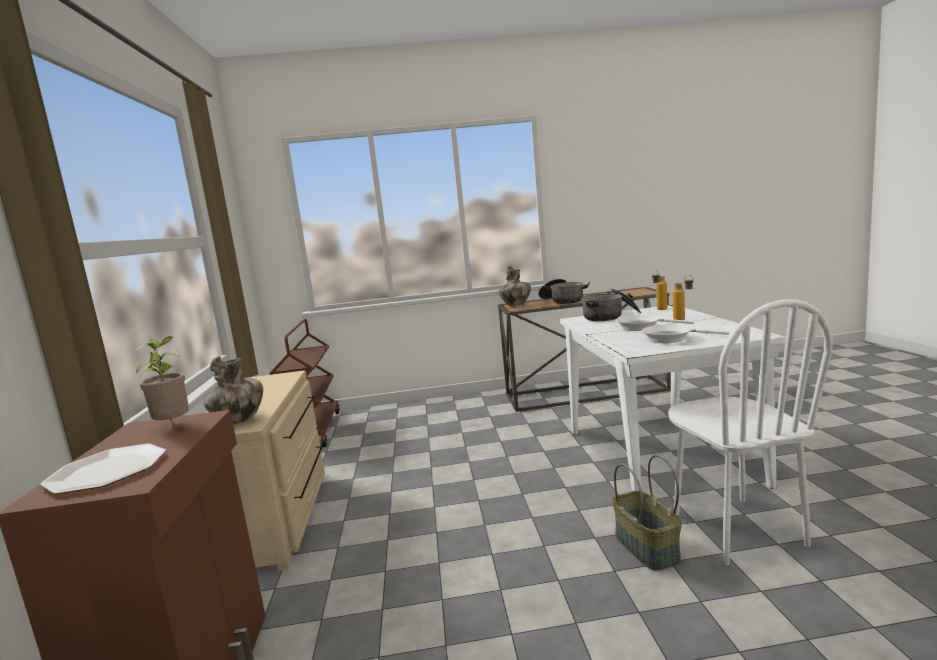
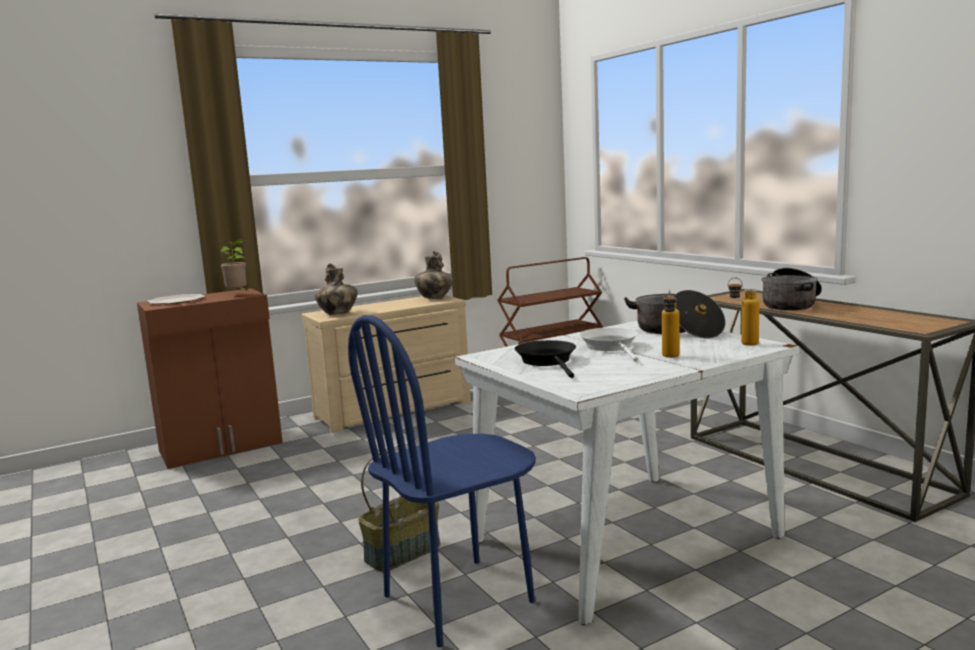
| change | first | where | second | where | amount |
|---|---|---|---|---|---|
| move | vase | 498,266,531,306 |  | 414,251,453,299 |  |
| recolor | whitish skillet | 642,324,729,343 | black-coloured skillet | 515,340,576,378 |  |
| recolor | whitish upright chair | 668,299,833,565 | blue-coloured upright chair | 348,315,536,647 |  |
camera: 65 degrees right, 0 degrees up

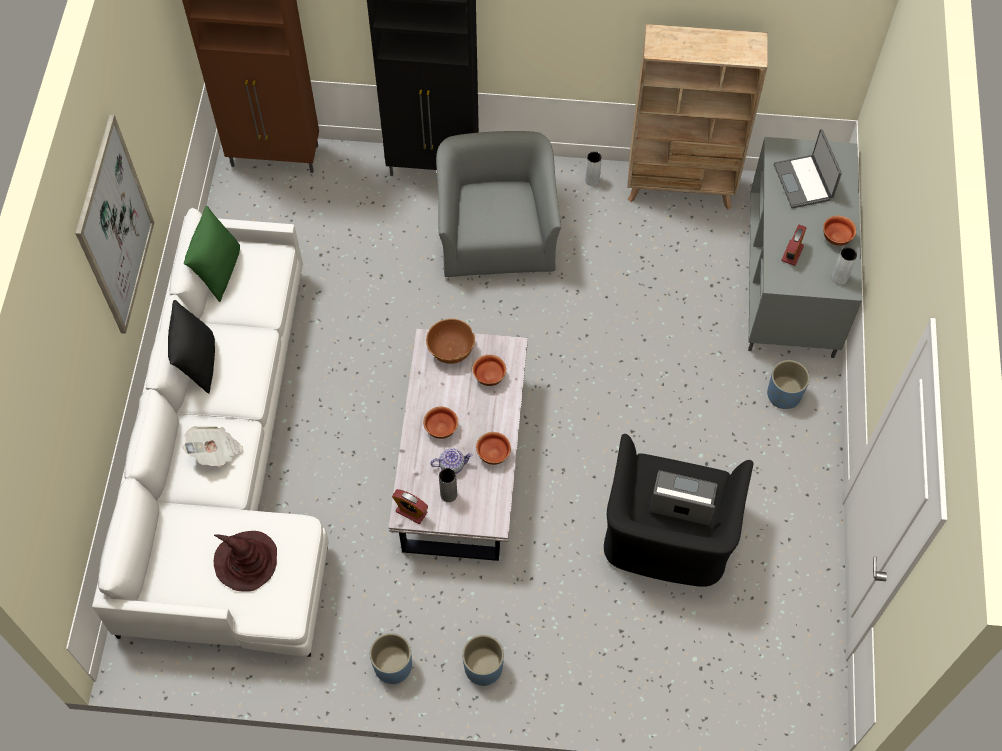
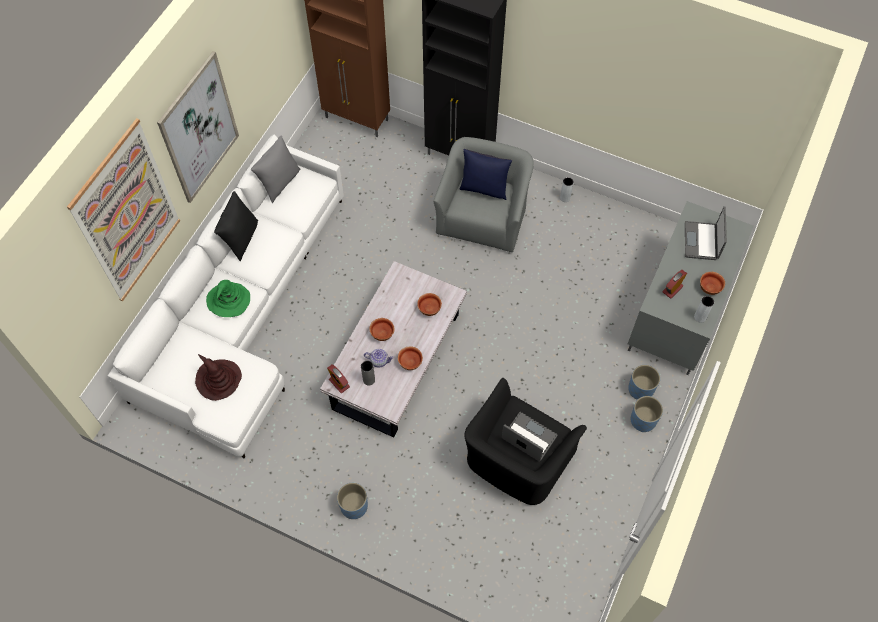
| change | first | where | second | where | amount |
|---|---|---|---|---|---|
| replace | newspaper | 183,426,243,467 | green-coloured wearable hat | 206,280,250,317 |  |
| recolor | green-coloured throw pillow | 184,206,240,302 | gray throw pillow | 251,136,301,203 |  |
| move | blue-coloured flower pot | 370,633,412,684 |  | 630,396,663,432 |  |
| delete | brownish deep dish | 426,319,475,364 |  |  |  |
| delete | beige bookshelf | 627,24,768,210 |  |  |  |
| insert |  |  | picture | 67,118,180,302 |  |
| insert |  |  | blue-coloured throw pillow | 460,149,512,200 |  |
camera: 20 degrees right, 0 degrees up

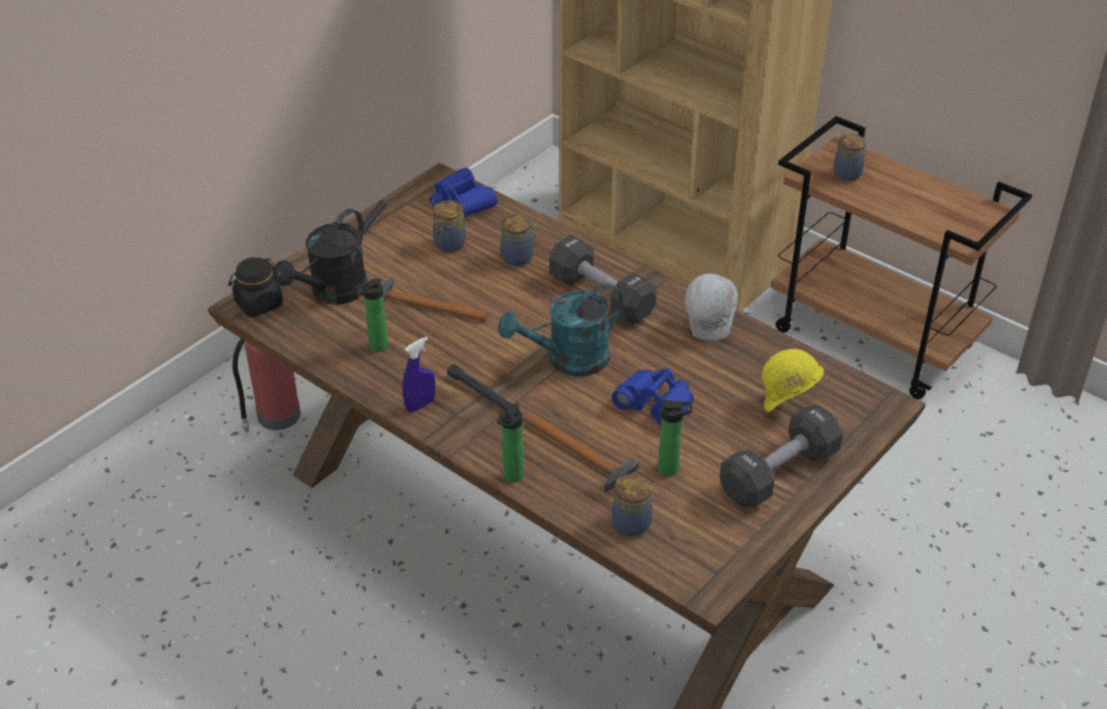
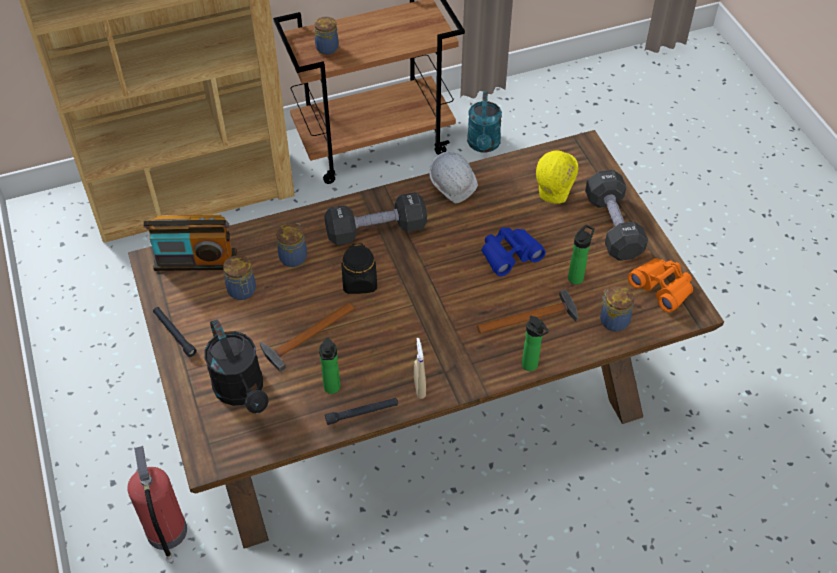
| change | first | where | second | where | amount |
|---|---|---|---|---|---|
| move | black-coloured storage jar | 228,257,283,317 |  | 342,243,377,294 |  |
| recolor | blue-coloured hand sprayer | 402,337,435,412 | beige hand sprayer | 414,338,426,399 |  |
| replace | blue-coloured binoculars | 430,168,498,217 | radio set | 143,215,237,271 |  |
| move | black-coloured hand torch | 447,364,513,409 |  | 325,398,398,425 |  |
| move | turquoise-coloured watering can | 498,283,623,376 |  | 467,91,502,153 |  |
| insert |  |  | orange binoculars | 628,258,693,312 |  |
camera: 60 degrees left, 10 degrees up

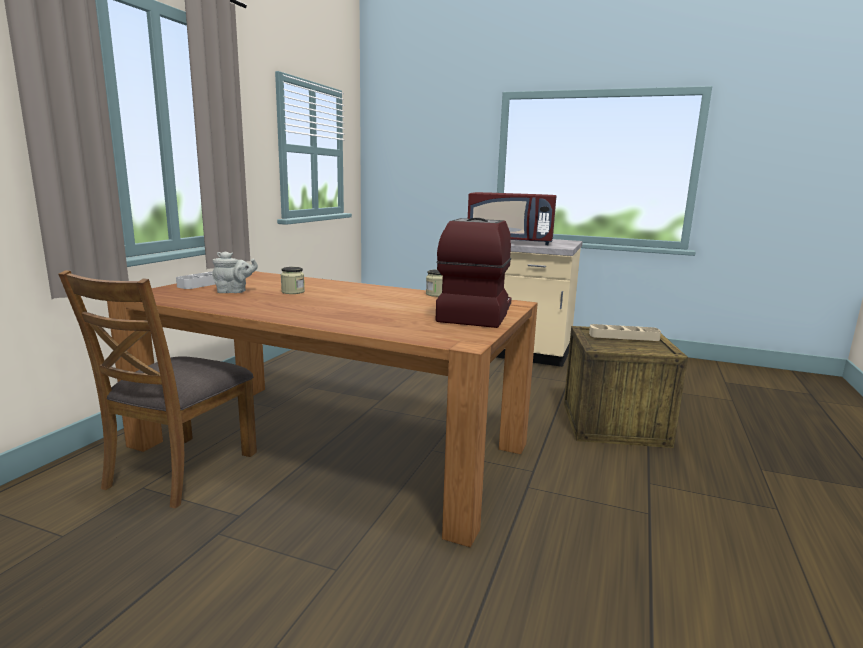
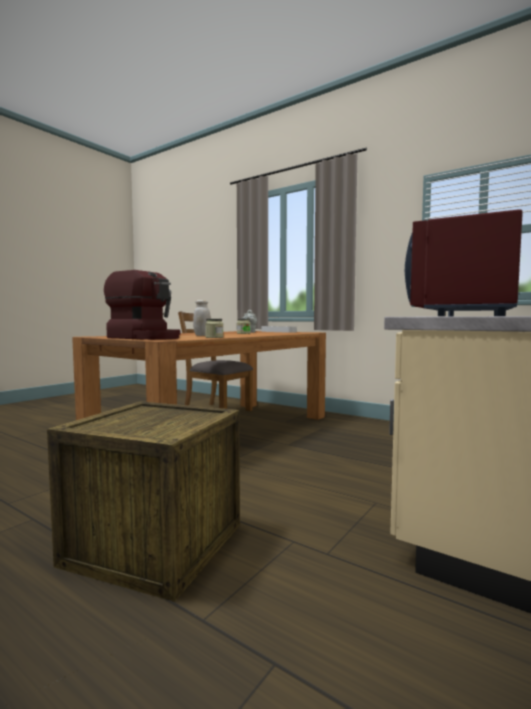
| change | first | where | second | where | amount |
|---|---|---|---|---|---|
| delete | beige tray | 589,324,661,341 |  |  |  |
| insert |  |  | whitish storage jar | 193,300,211,336 |  |
camera: 105 degrees right, 10 degrees down

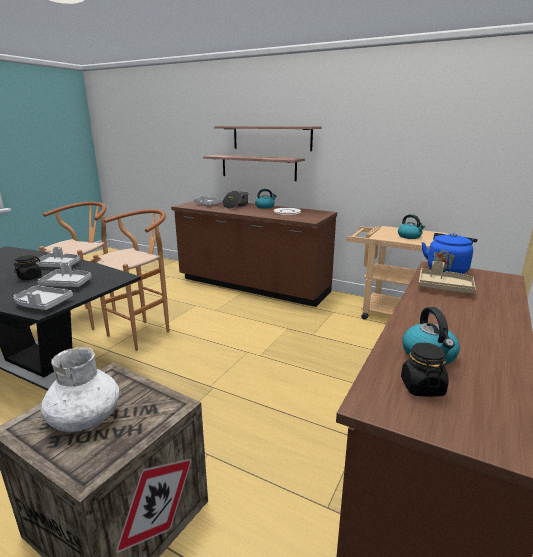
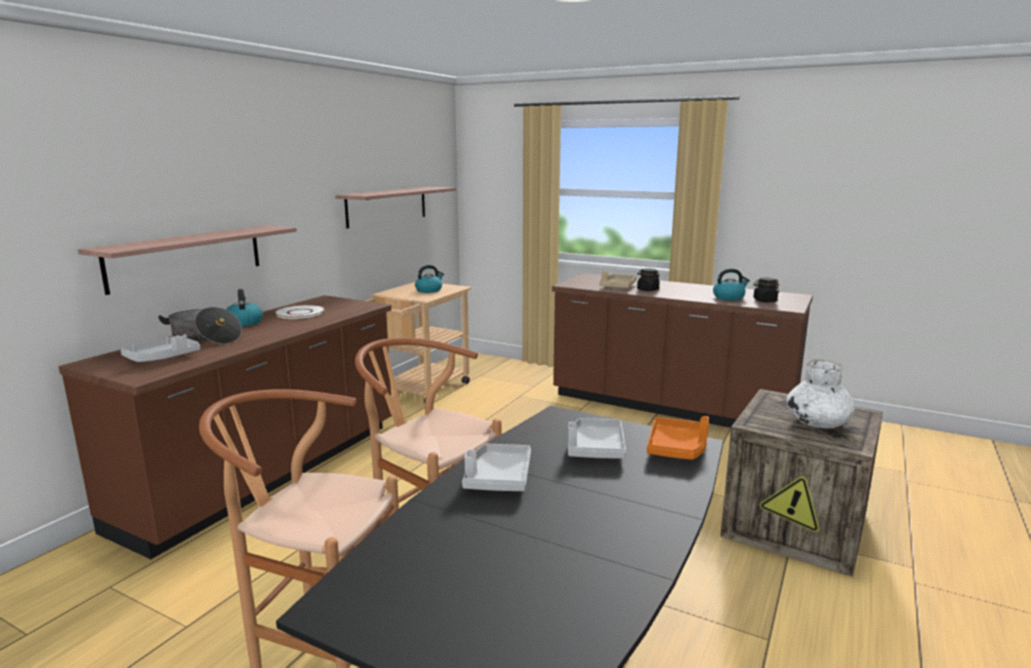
| change | first | where | second | where | amount |
|---|---|---|---|---|---|
| recolor | gray tray | 13,285,73,310 | orange tray | 647,416,709,460 |  |
| move | black-coloured storage jar | 14,255,42,280 |  | 637,268,660,291 |  |
| move | shelf | 214,126,321,151 |  | 335,187,455,228 |  |
| delete | blue-coloured tea kettle | 421,233,477,274 |  |  |  |
camera: 90 degrees left, 5 degrees down

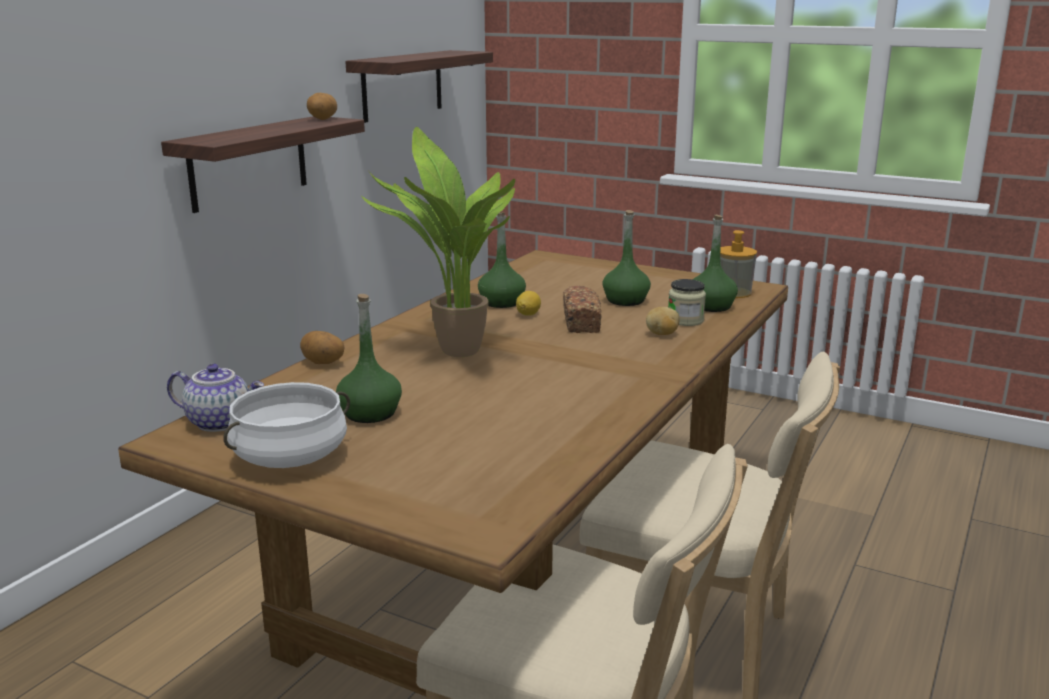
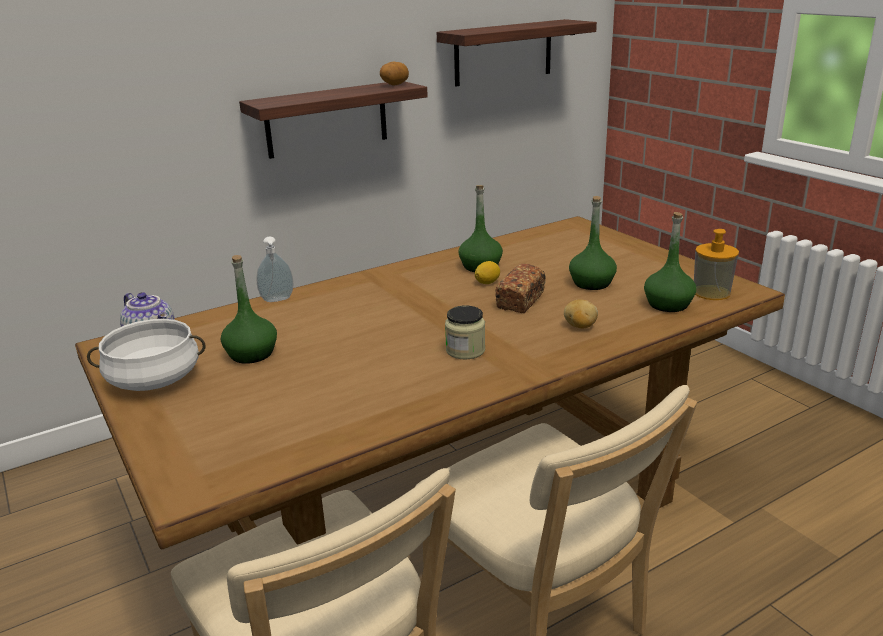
| change | first | where | second | where | amount |
|---|---|---|---|---|---|
| replace | whole potato | 300,331,345,364 | liquid soap bottle | 257,237,294,302 |  |
| delete | potted plant | 361,127,515,357 |  |  |  |
| move | storage jar | 668,279,706,326 |  | 445,305,485,359 |  |
camera: 30 degrees right, 5 degrees up

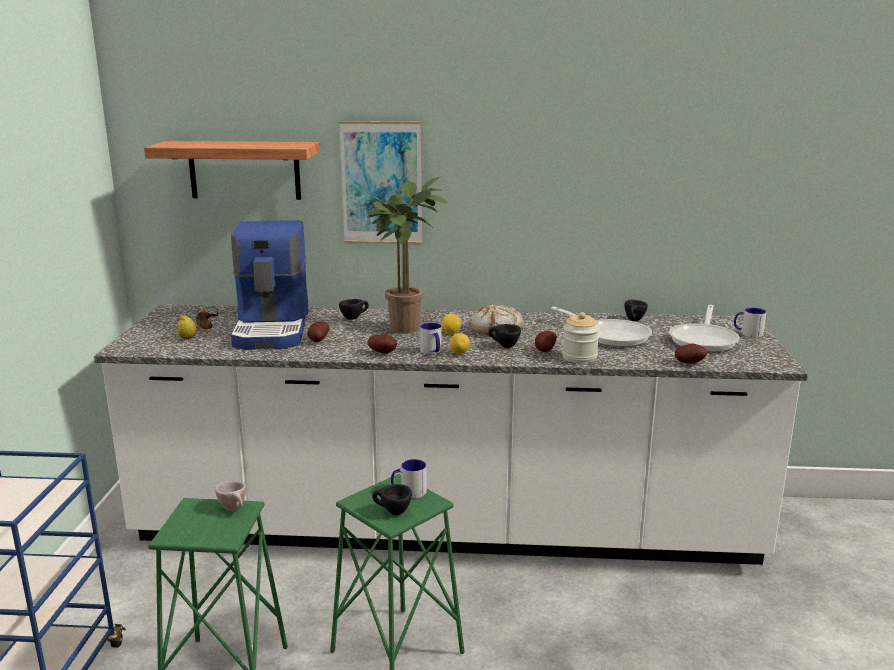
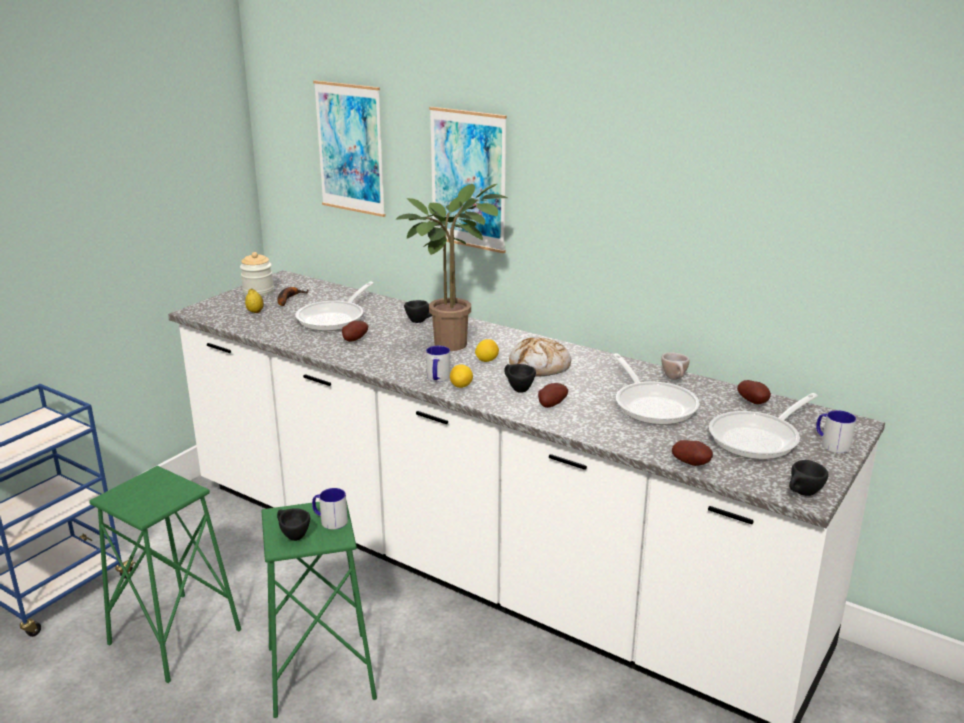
| change | first | where | second | where | amount |
|---|---|---|---|---|---|
| replace | shelf | 144,141,320,200 | picture | 313,80,385,217 |  |
| move | beige drinking cup | 215,481,246,511 |  | 661,352,690,380 |  |
| replace | coffee machine | 231,220,309,350 | skillet | 295,282,374,331 |  |
| move | whole potato | 368,334,397,354 |  | 737,380,771,404 |  |
| move | storage jar | 562,312,599,363 |  | 240,252,274,296 |  |
| move | black-coloured drinking cup | 624,300,648,321 |  | 789,460,829,496 |  |
camera: 30 degrees right, 5 degrees up

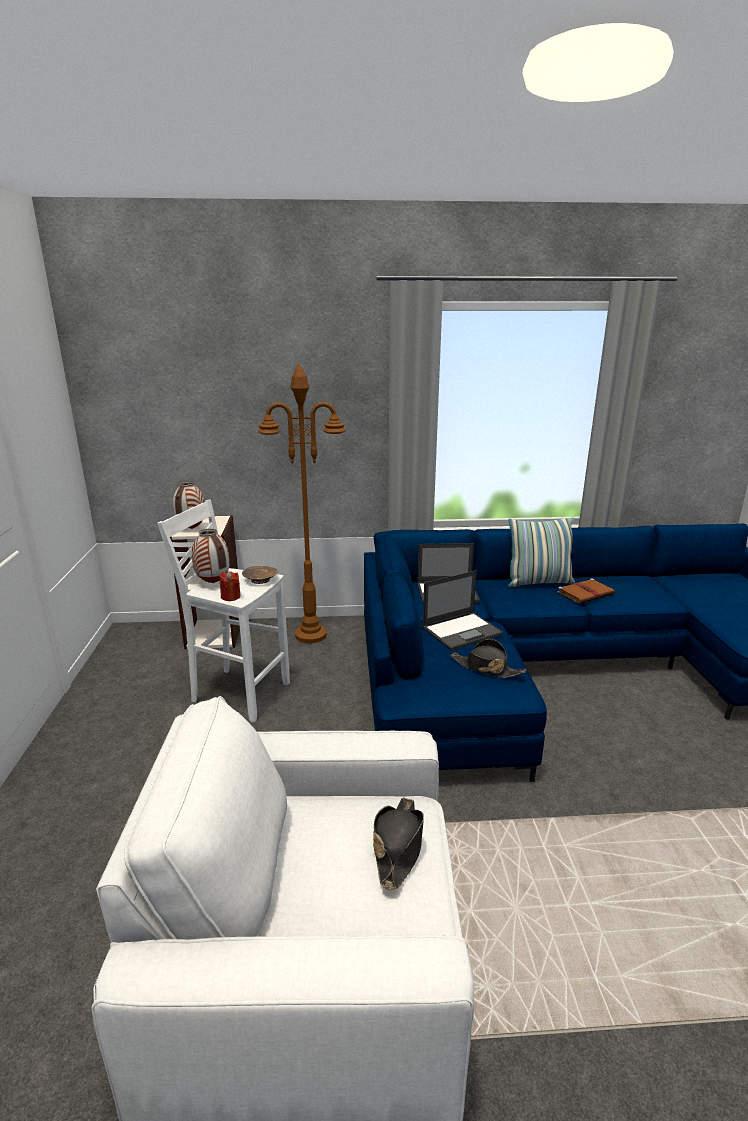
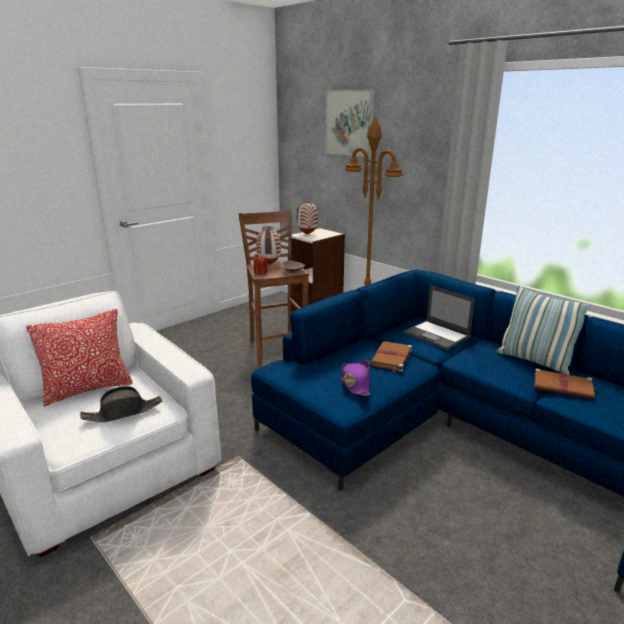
| change | first | where | second | where | amount |
|---|---|---|---|---|---|
| recolor | whitish sitting stool | 157,500,290,722 | brownish sitting stool | 238,210,309,365 |  |
| replace | portable computer | 422,570,503,650 | brownish bound book | 370,341,412,372 |  |
| recolor | black-coloured wearable hat | 451,639,526,678 | purplish wearable hat | 341,360,370,396 |  |
| insert |  |  | throw pillow | 26,309,133,407 |  |
| insert |  |  | picture | 325,89,375,157 |  |
camera: 50 degrees right, 0 degrees up

